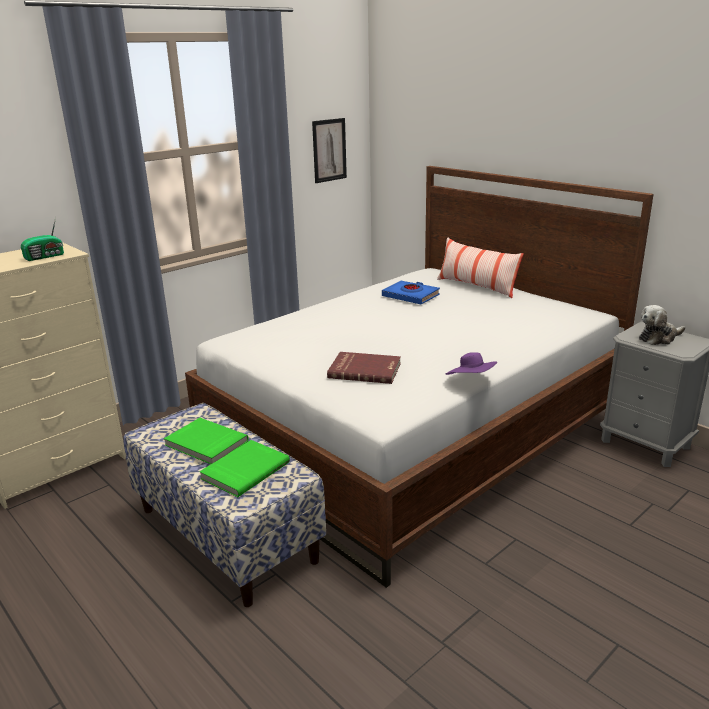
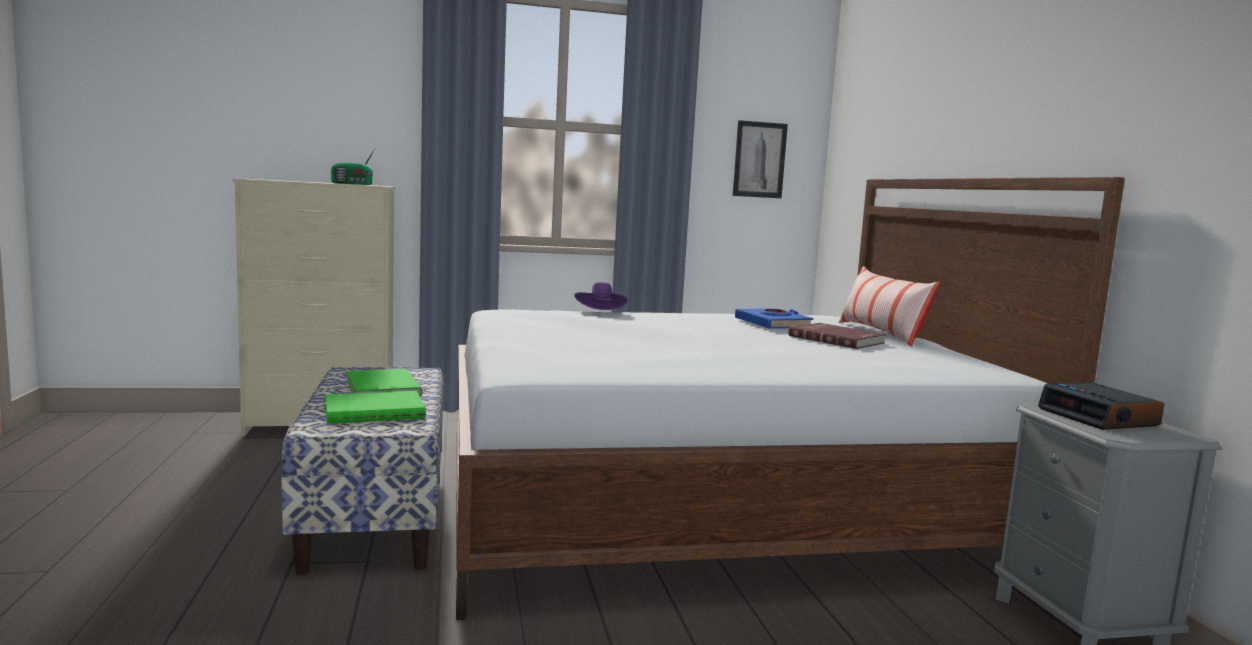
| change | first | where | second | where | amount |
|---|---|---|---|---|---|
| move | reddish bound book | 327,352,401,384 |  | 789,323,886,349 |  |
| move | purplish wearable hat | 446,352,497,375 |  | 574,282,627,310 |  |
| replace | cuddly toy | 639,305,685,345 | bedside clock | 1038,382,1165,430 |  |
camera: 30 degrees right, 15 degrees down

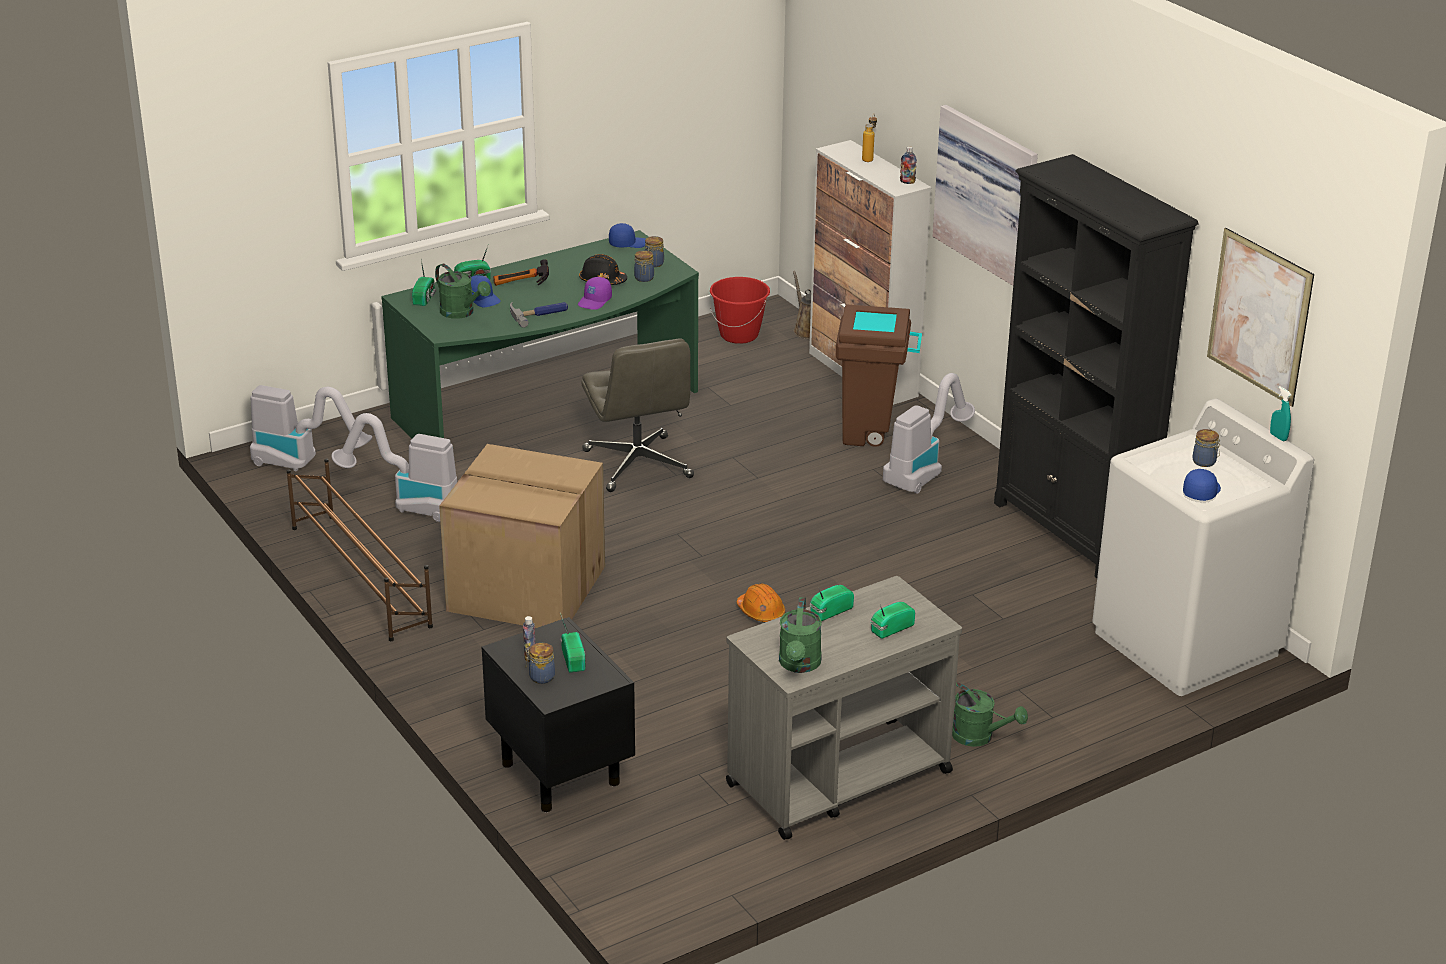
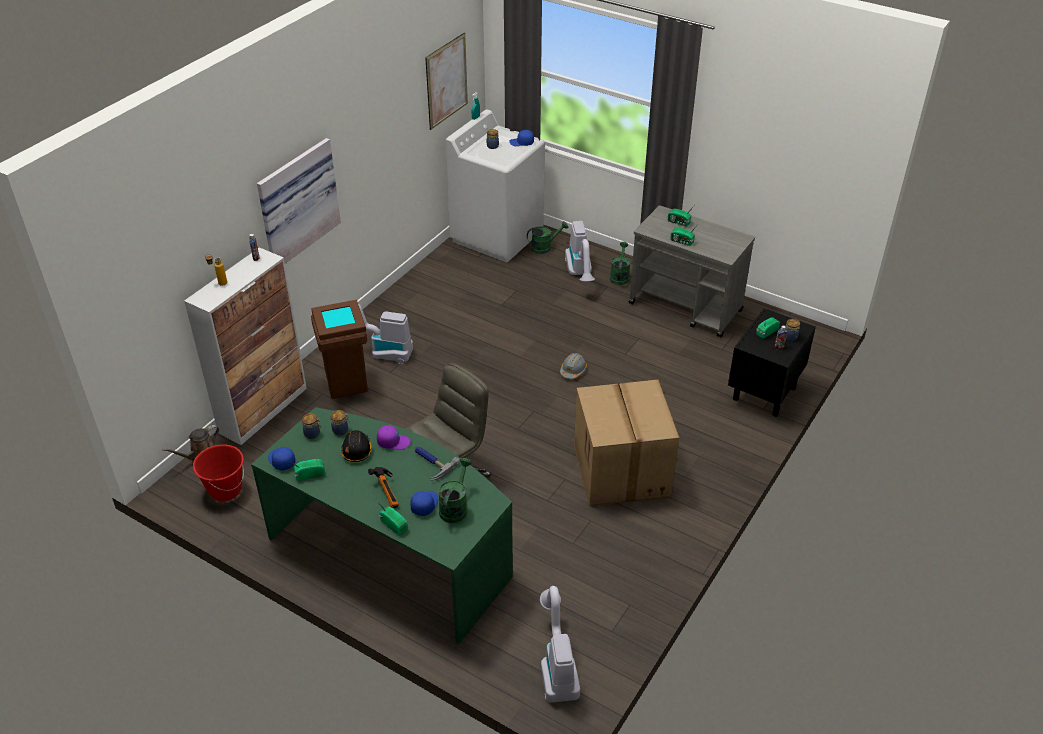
| change | first | where | second | where | amount |
|---|---|---|---|---|---|
| delete | brownish shoe rack | 287,459,433,641 |  |  |  |
| move | vacuum | 331,413,457,522 |  | 565,221,595,281 |  |
| move | radio set | 412,260,436,306 |  | 291,459,325,481 |  |
| recolor | orange safety helmet | 737,583,785,623 | gray safety helmet | 560,353,587,379 |  |
| move | green-coloured watering can | 779,597,822,673 |  | 527,221,568,254 |  |
| delete | black-coloured bookshelf | 994,154,1198,578 |  |  |  |
camera: 115 degrees left, 10 degrees up

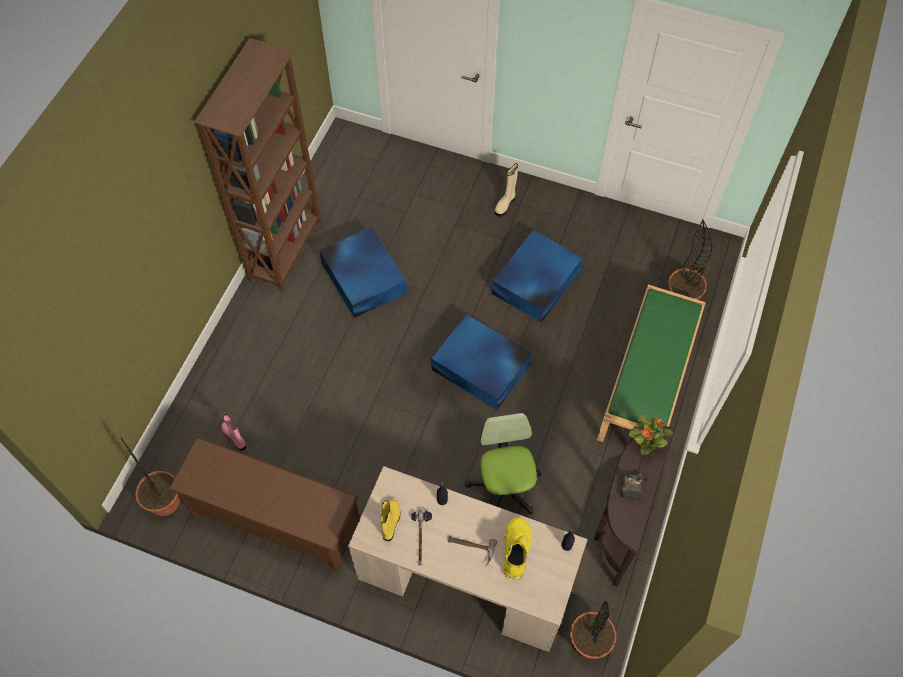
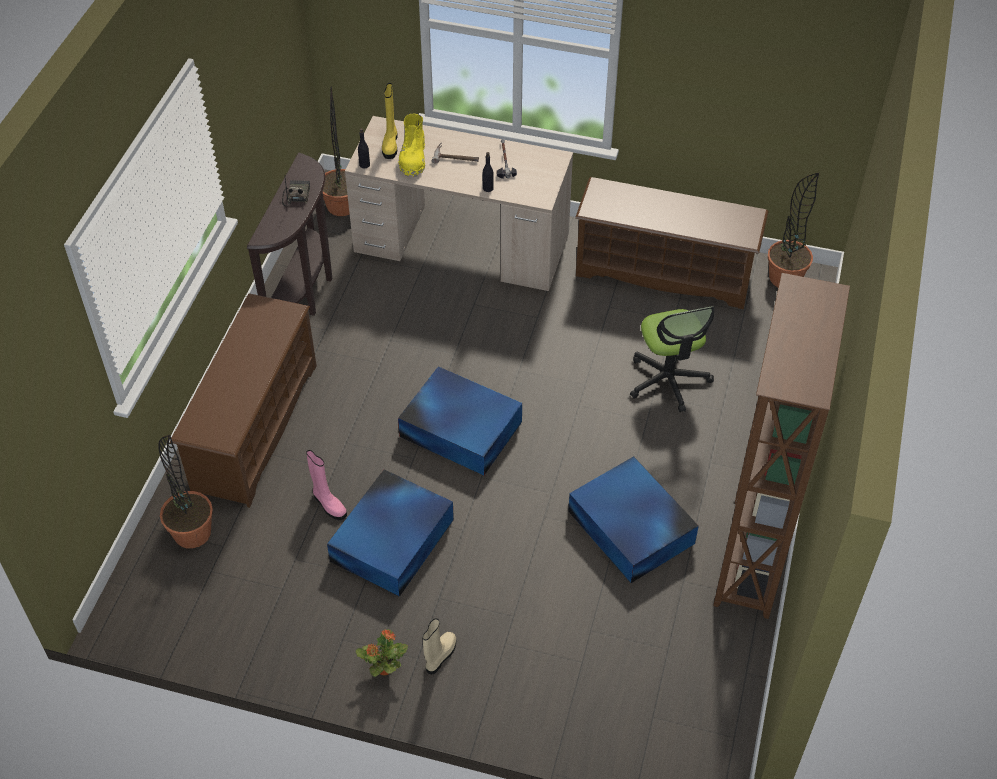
| change | first | where | second | where | amount |
|---|---|---|---|---|---|
| move | pink-coloured tall boot | 221,414,246,451 |  | 306,450,347,520 |  |
| move | yellow-coloured tall boot | 380,500,400,541 |  | 382,83,397,159 |  |
| move | desk chair | 465,413,541,514 |  | 630,306,714,412 |  |
| replace | green-coloured indoor bench | 597,285,706,442 | brownish shoe rack | 170,293,317,508 |  |
| move | potted plant | 629,415,673,455 |  | 356,629,408,677 |  |
camera: 175 degrees right, 10 degrees down

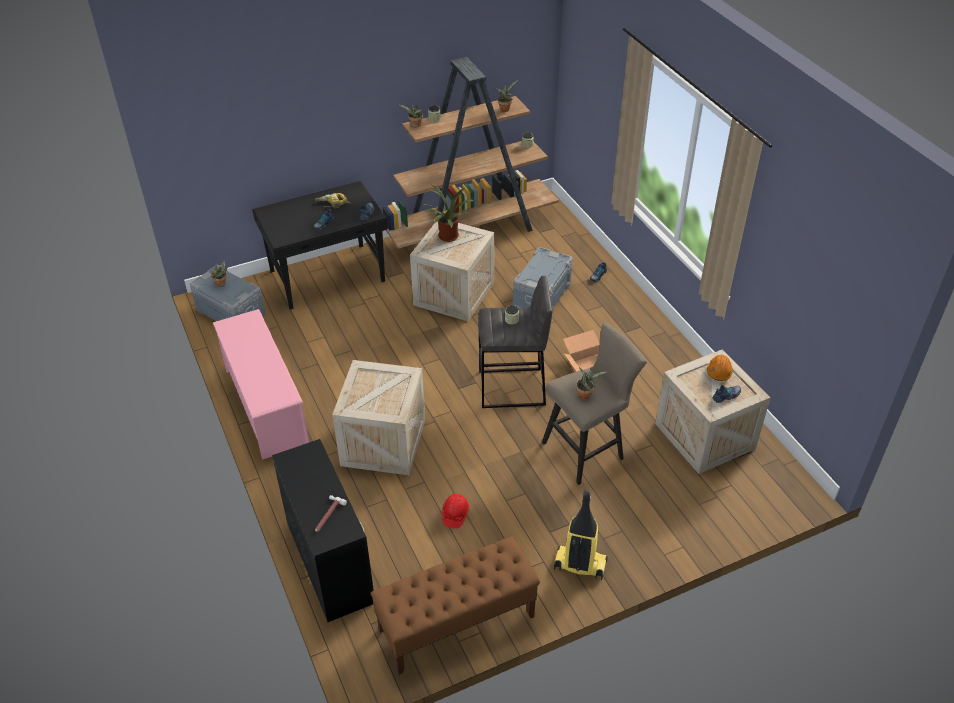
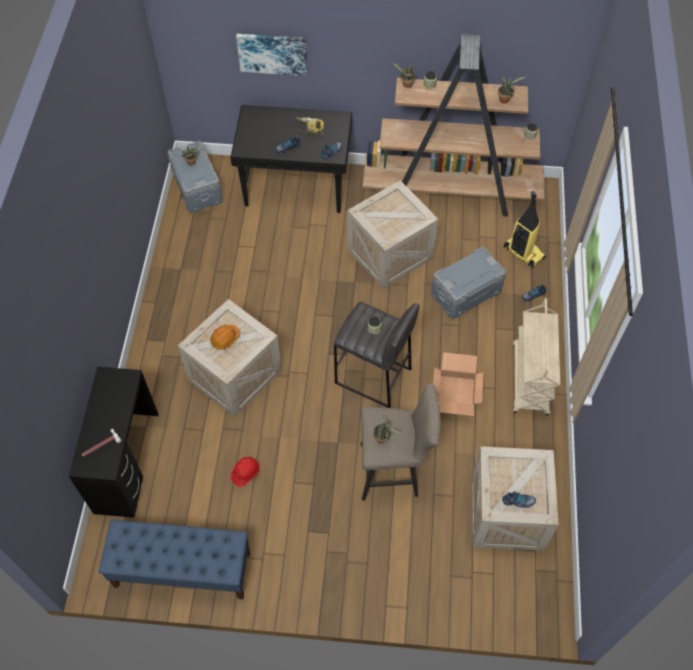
| change | first | where | second | where | amount |
|---|---|---|---|---|---|
| delete | pink-coloured shoe rack | 213,309,309,459 |  |  |  |
| recolor | brownish indoor bench | 371,536,540,674 | blue-coloured indoor bench | 99,520,250,600 |  |
| delete | potted plant | 424,185,475,242 |  |  |  |
| move | vacuum | 554,490,608,580 |  | 503,191,546,268 |  |
| move | orange safety helmet | 707,355,733,381 |  | 210,325,240,350 |  |
| insert |  |  | picture | 236,34,307,76 |  |
| insert |  |  | beige wheeled cart | 513,298,560,415 |  |
camera: 30 degrees right, 15 degrees up

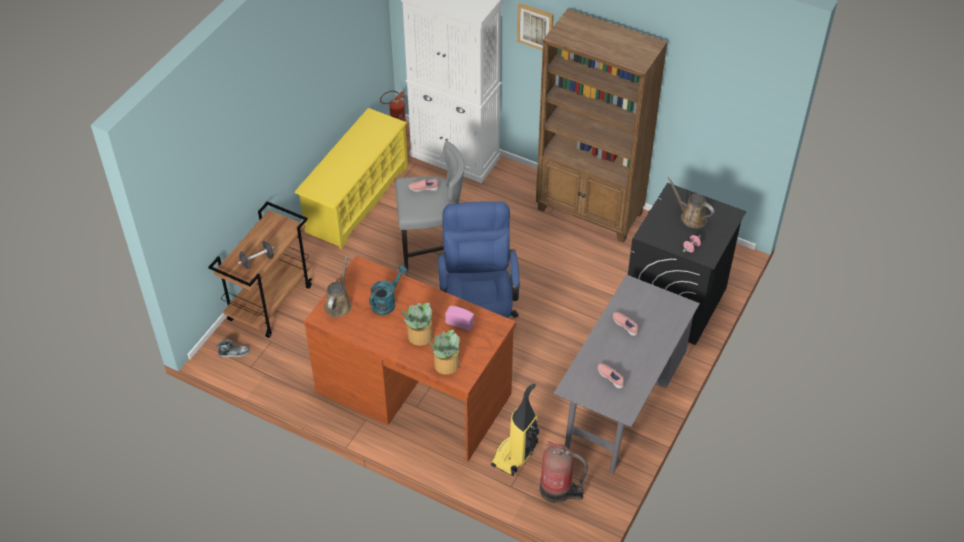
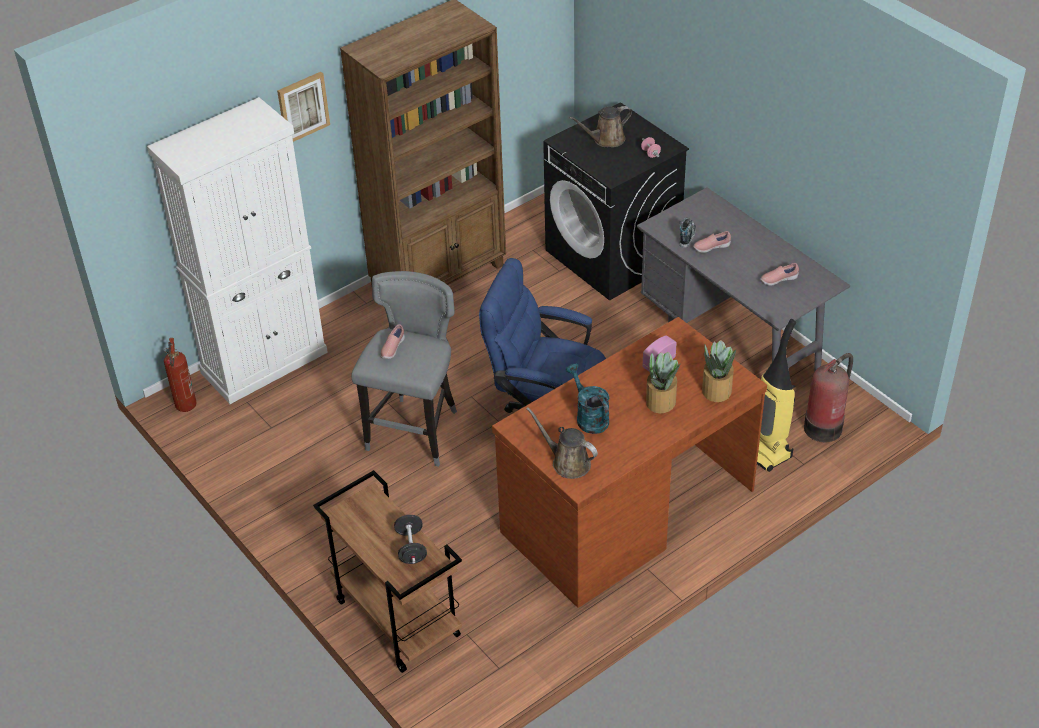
| change | first | where | second | where | amount |
|---|---|---|---|---|---|
| move | item of footwear | 217,338,250,357 |  | 679,218,696,248 |  |
| delete | yellow-coloured shoe rack | 295,108,408,249 |  |  |  |
camera: 65 degrees left, 5 degrees down

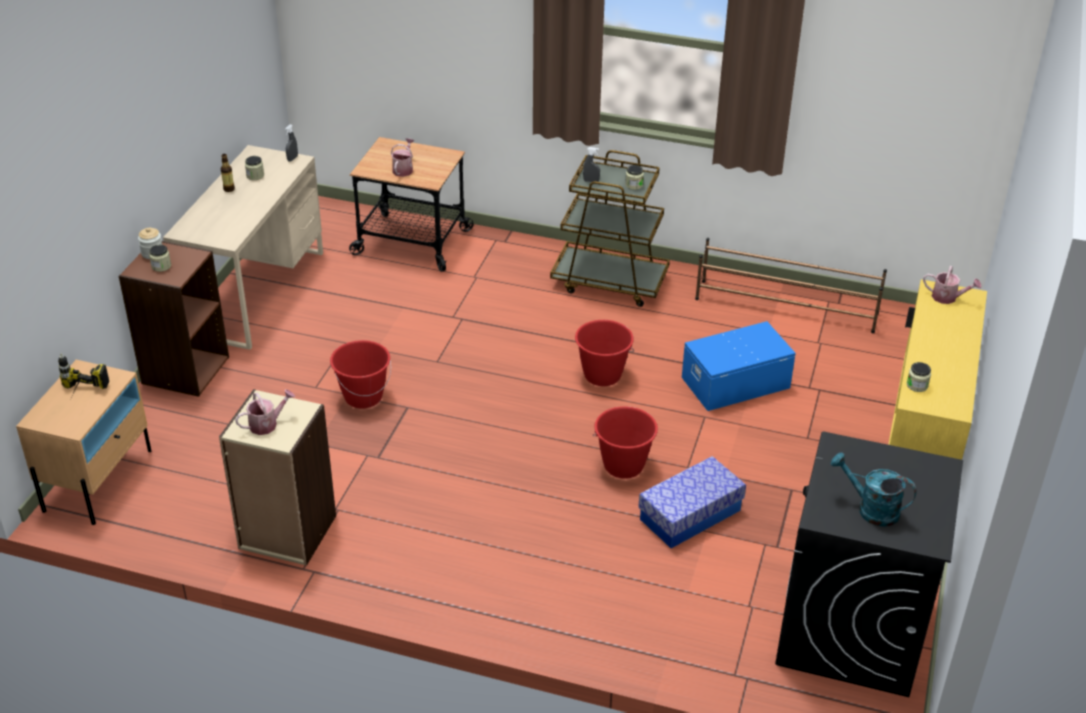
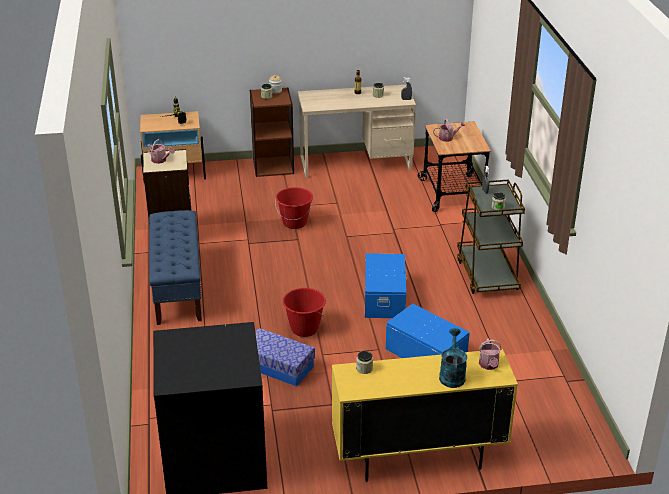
| change | first | where | second | where | amount |
|---|---|---|---|---|---|
| replace | reddish bucket | 575,320,634,386 | blue-coloured storage bin | 365,253,407,318 |  |
| delete | brownish shoe rack | 695,238,887,333 |  |  |  |
| move | turquoise-coloured watering can | 831,452,917,527 |  | 439,328,467,388 |  |
| insert |  |  | blue-coloured indoor bench | 149,210,202,325 |  |
camera: 65 degrees right, 5 degrees down

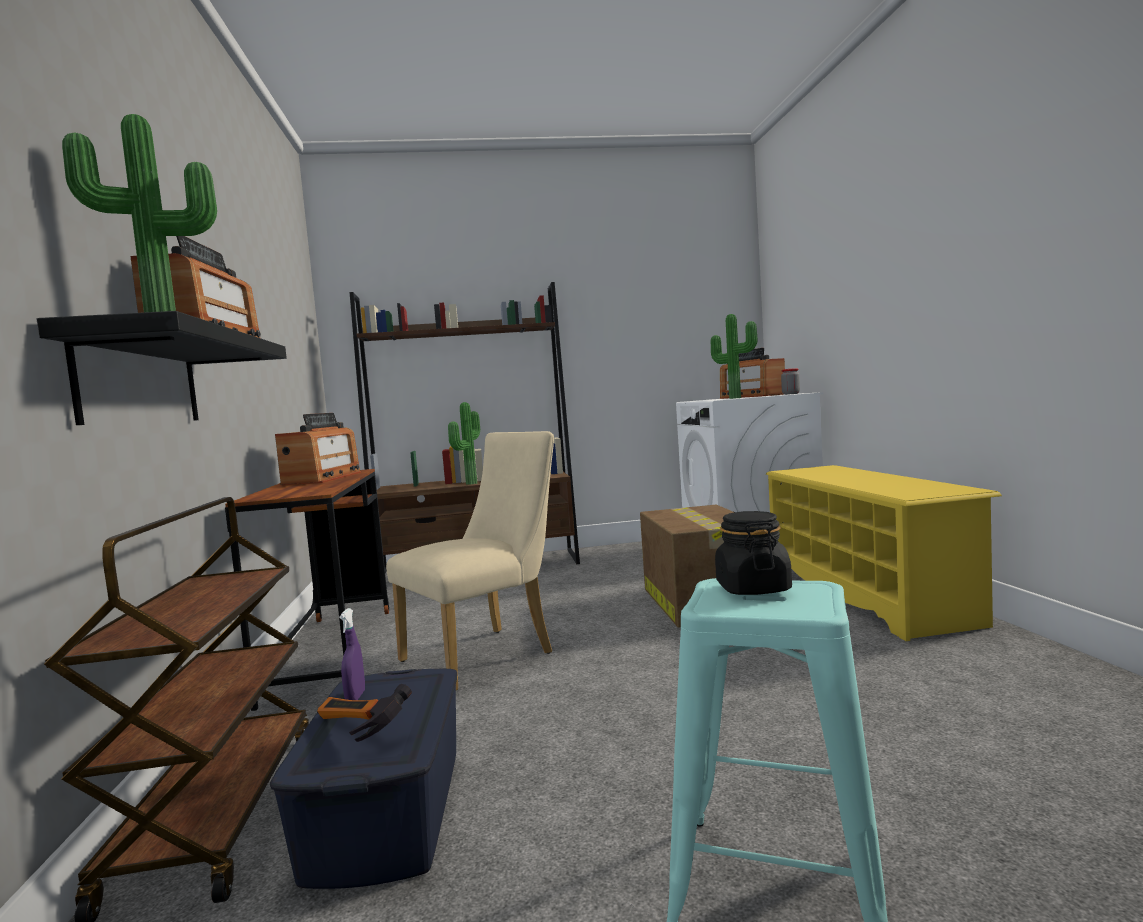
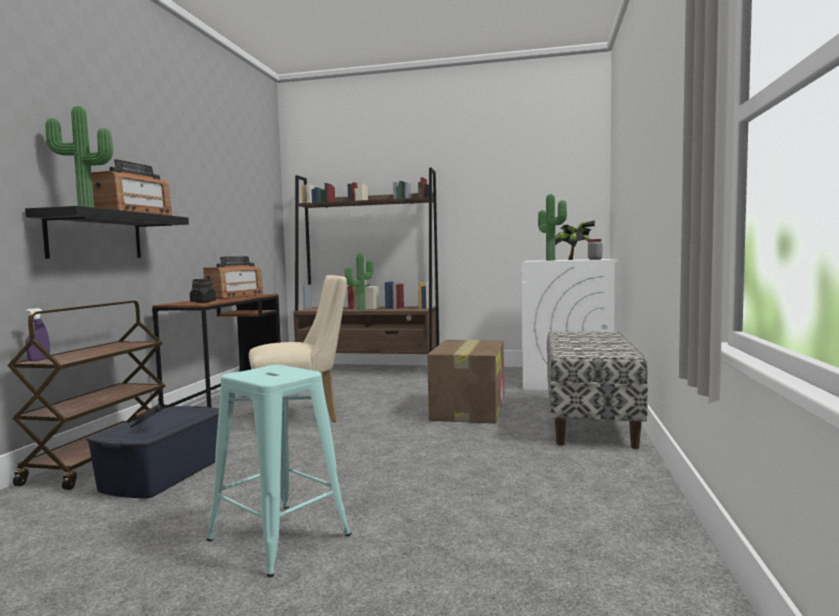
| change | first | where | second | where | amount |
|---|---|---|---|---|---|
| move | purplish hand sprayer | 339,608,365,700 |  | 25,308,50,361 |  |
| move | black-coloured storage jar | 715,511,792,595 |  | 190,279,216,303 |  |
| replace | radio set | 720,348,785,399 | potted plant | 555,220,595,260 |  |
| replace | yellow-coloured shoe rack | 766,465,1002,641 | indoor bench | 547,332,648,449 |  |
camera: 20 degrees right, 0 degrees up

